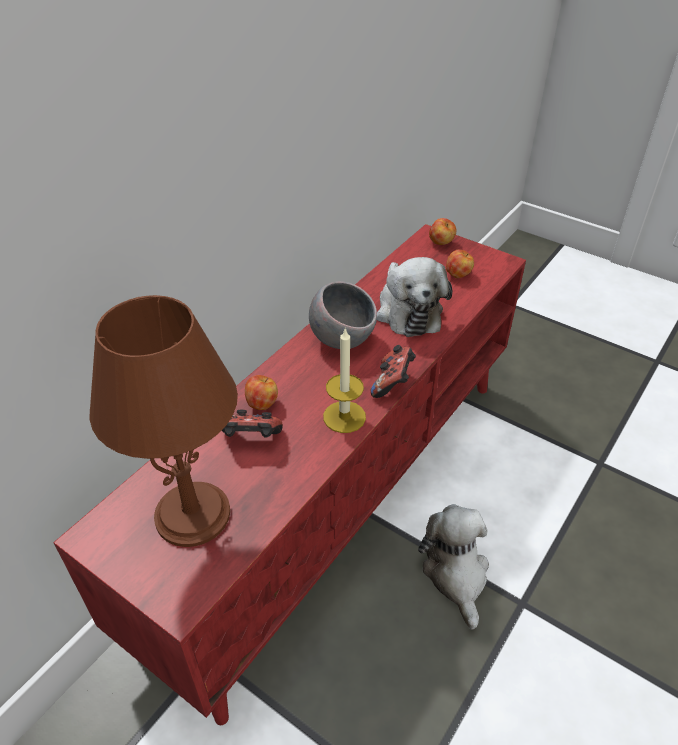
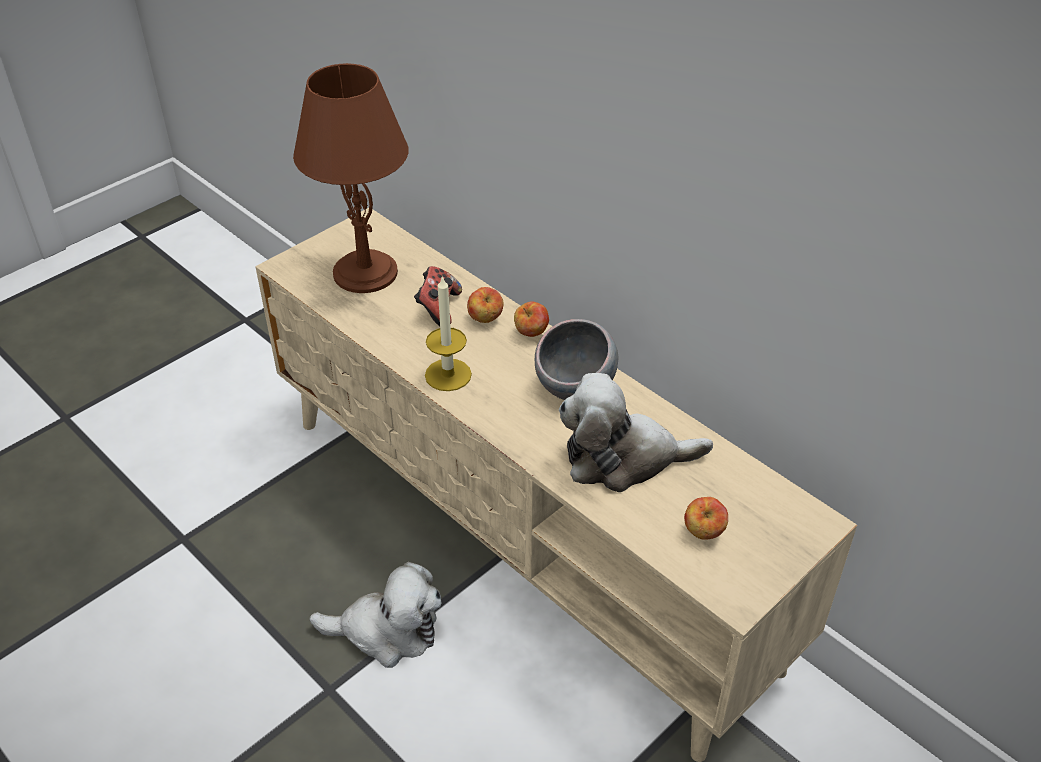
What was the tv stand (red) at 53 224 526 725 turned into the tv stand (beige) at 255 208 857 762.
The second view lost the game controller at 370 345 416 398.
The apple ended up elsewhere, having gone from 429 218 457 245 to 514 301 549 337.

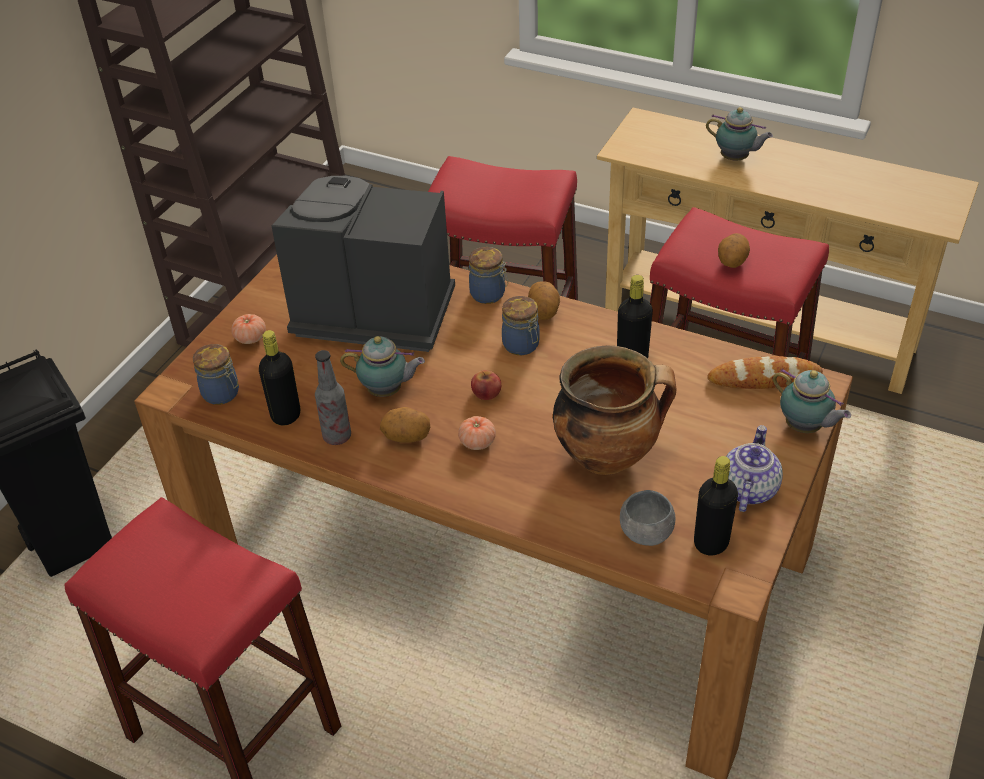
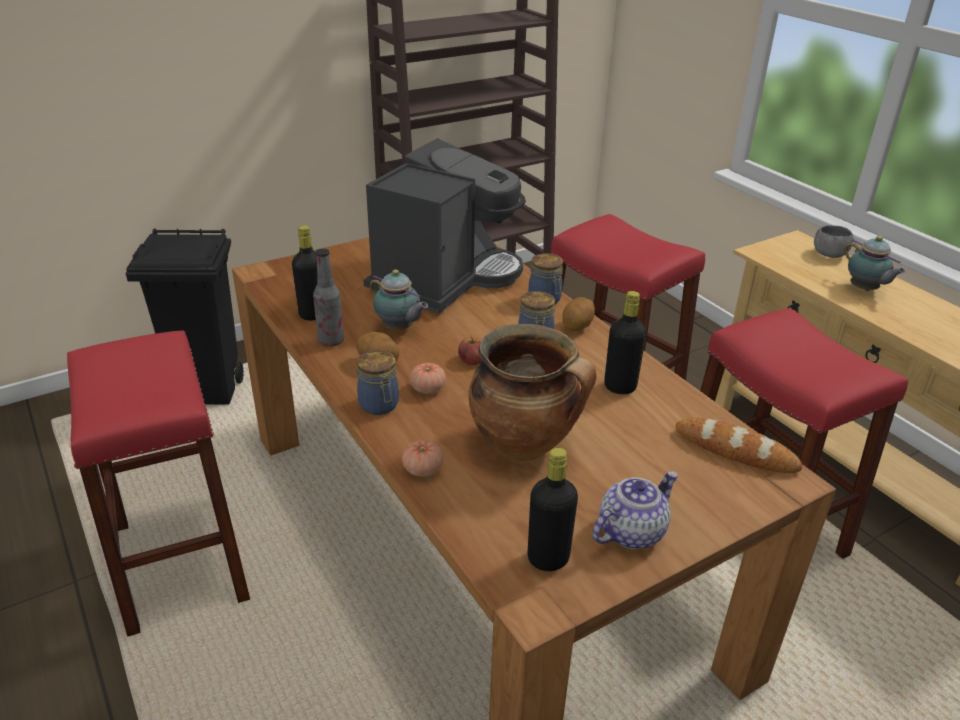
The jar ended up elsewhere, having gone from 193 344 239 405 to 357 350 399 415.
The tomato ended up elsewhere, having gone from 231 314 266 344 to 402 440 443 477.
The coffee machine at 272 176 455 352 ended up facing another way, 75 degrees clockwise from before.
The bowl (grey) ended up elsewhere, having gone from 620 490 675 546 to 814 225 853 258.
The second view lost the potato at 718 233 750 268.
The second view lost the teapot at 773 368 851 433.

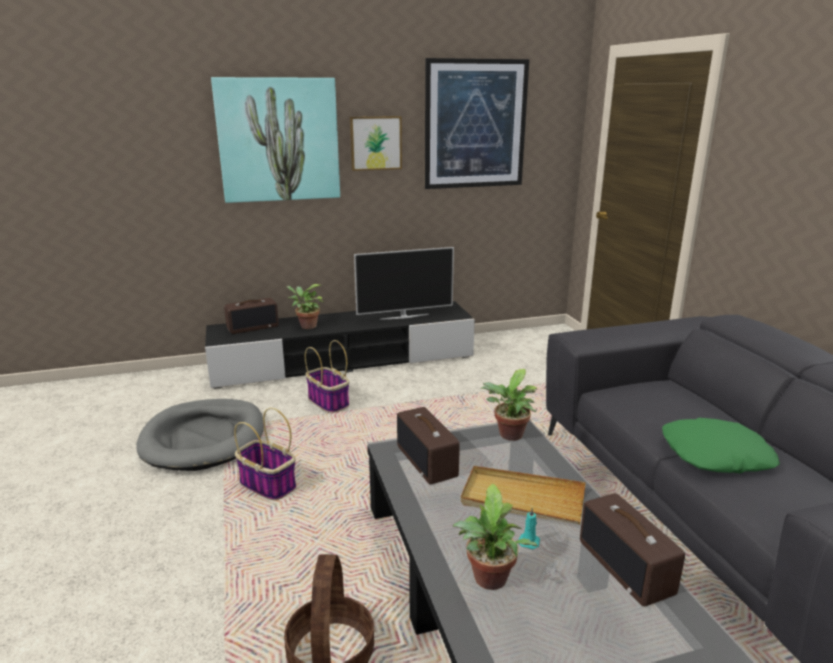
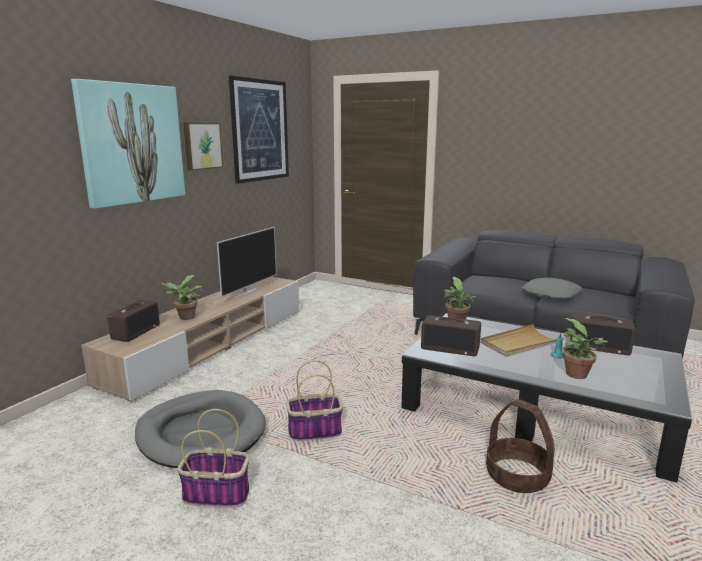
What was the tv stand (black) at 205 301 475 389 turned into the tv stand (beige) at 81 277 299 402.
The basket ended up elsewhere, having gone from 305 340 349 413 to 177 409 249 508.
What was the pillow (green) at 662 418 780 473 turned into the pillow (grey) at 522 278 582 300.

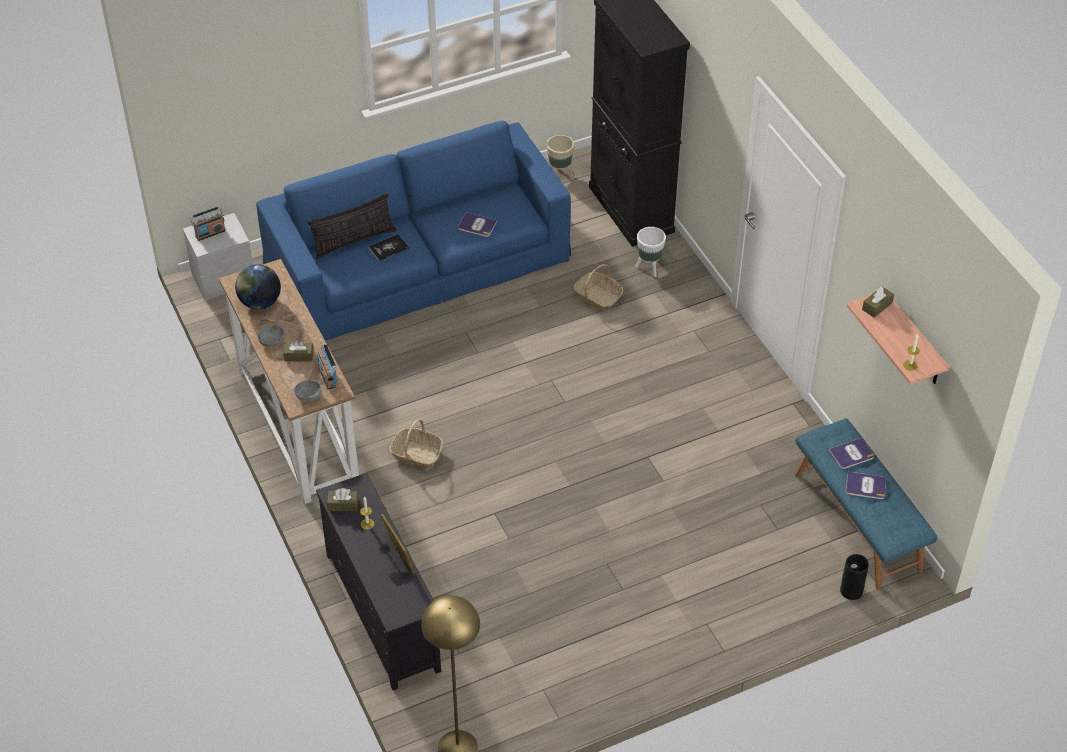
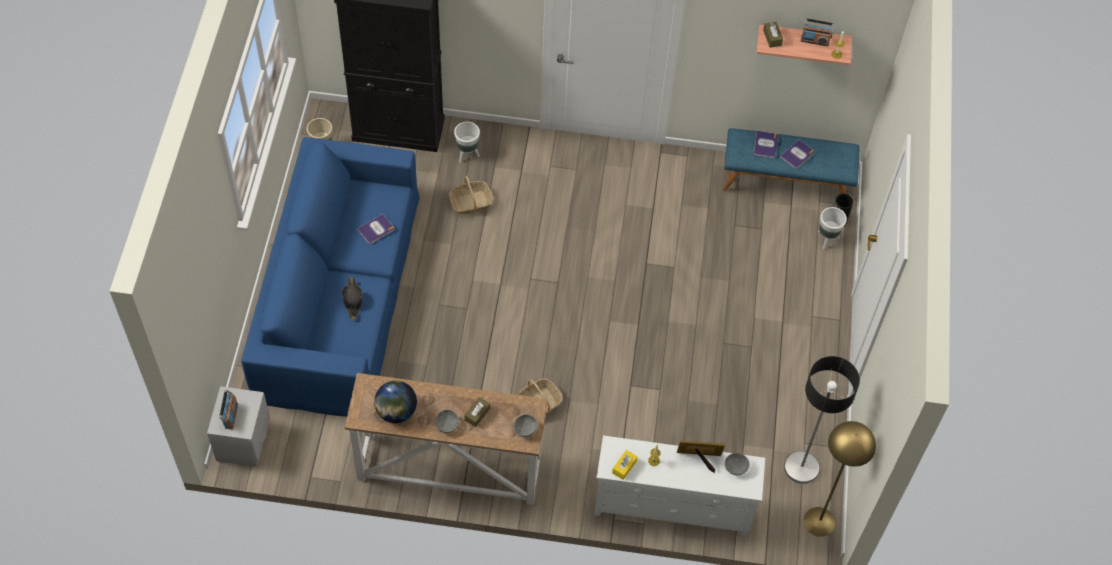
The second view lost the pillow at 308 193 397 259.
What was the tv stand (black) at 316 472 441 690 turned into the tv stand (white) at 595 435 765 537.
The radio ended up elsewhere, having gone from 317 343 337 389 to 801 18 835 46.
What was the tissue box (brown) at 327 488 358 511 turned into the tissue box (yellow) at 612 450 637 480.
Where the book stood at 368 234 409 261, the hat (black) came to stand at 342 277 363 320.
The second view gained the bowl (grey) at 725 453 750 475.
The second view gained the floor lamp at 784 356 860 484.
The second view gained the planter (white) at 818 207 847 249.

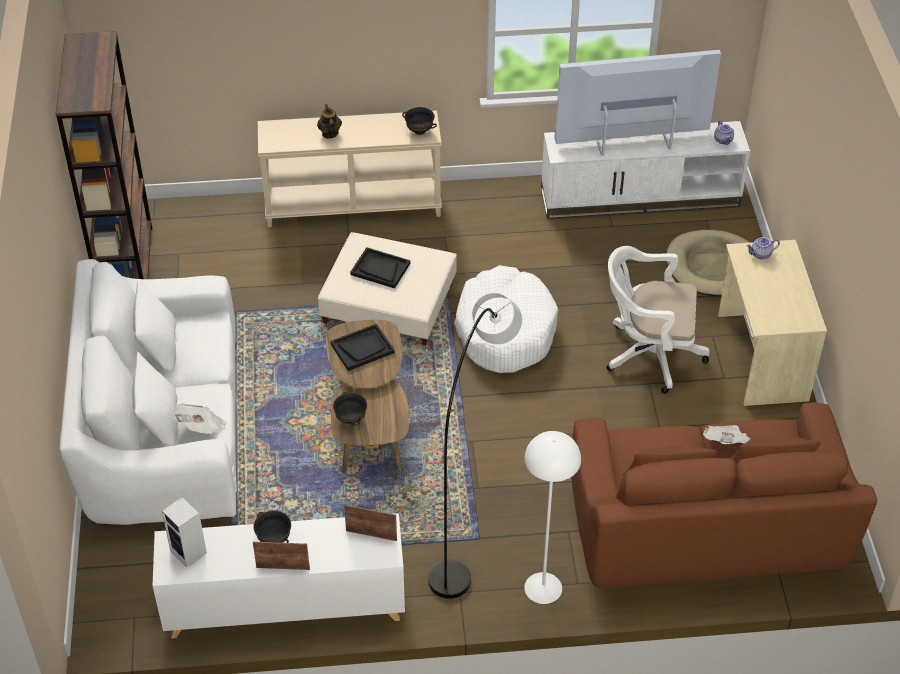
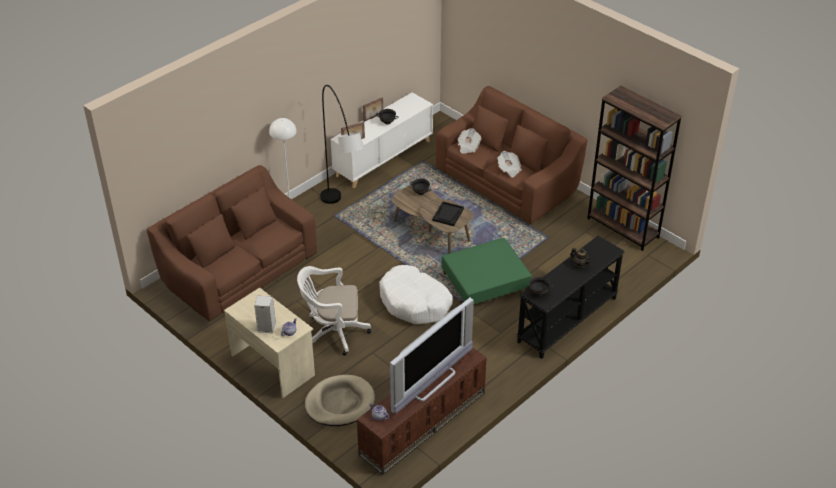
What was the sofa (white) at 59 259 237 526 turned into the sofa (brown) at 436 86 587 224.
The speaker ended up elsewhere, having gone from 162 497 207 567 to 254 295 276 334.
What was the console table (beige) at 257 111 442 227 turned into the console table (black) at 517 236 624 359.
What was the ottoman (beige) at 318 232 457 346 turned into the ottoman (green) at 442 238 532 304.
The second view lost the tray (black) at 350 247 410 289.
What was the tv stand (white) at 541 121 750 219 turned into the tv stand (brown) at 357 348 487 475.
The office chair (white) at 607 246 709 394 ended up facing another way, 150 degrees counterclockwise from before.
The newspaper ended up elsewhere, having gone from 703 425 750 444 to 497 151 522 177.

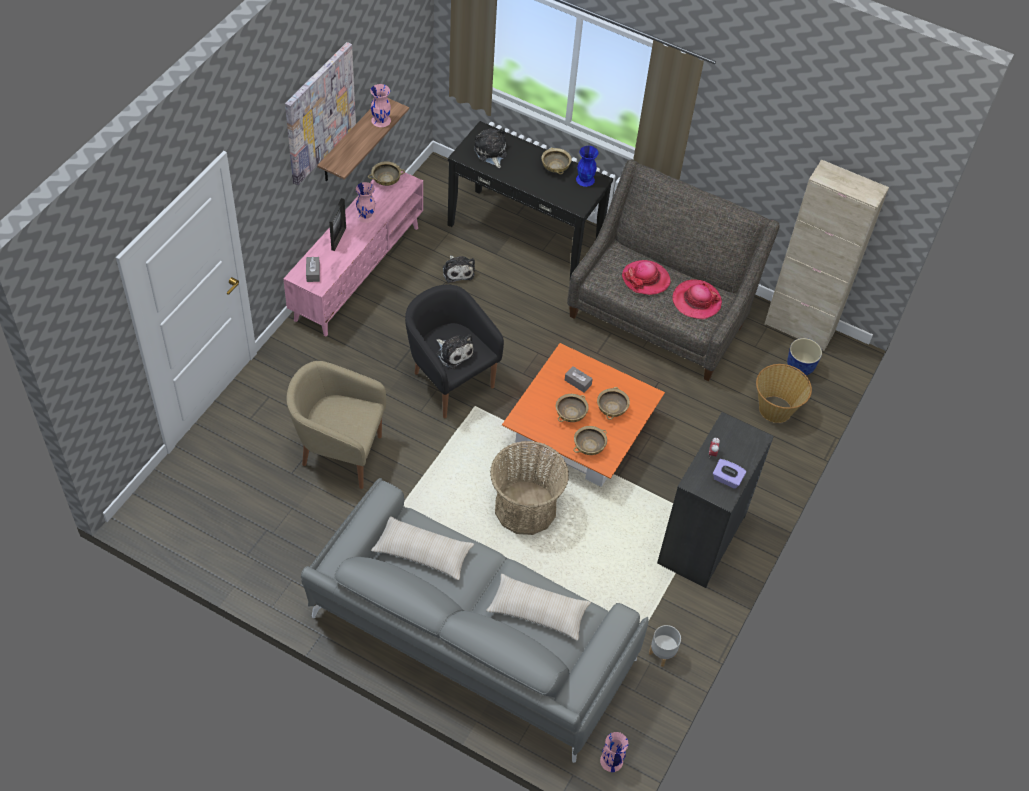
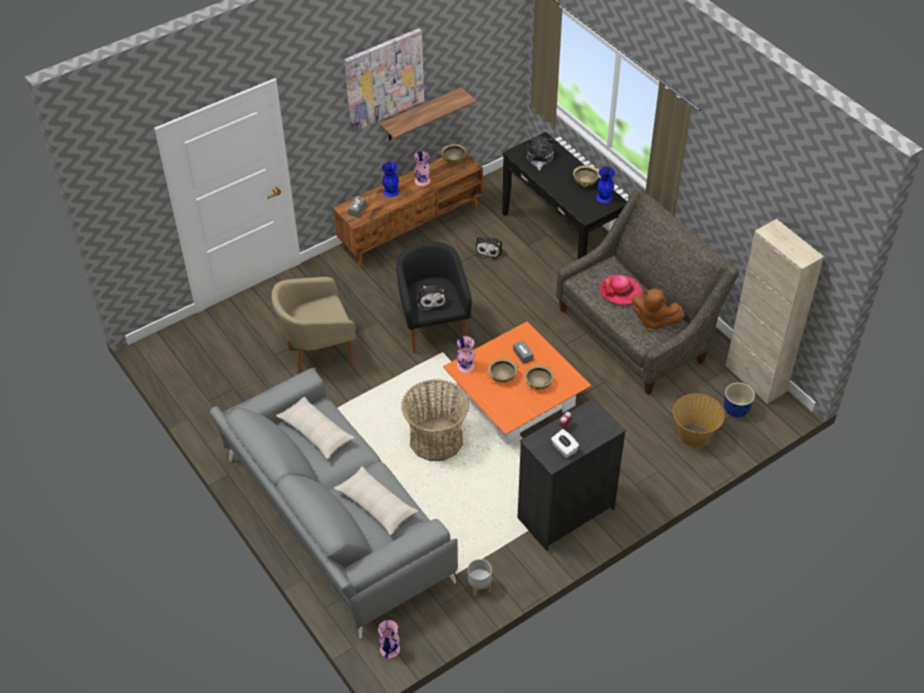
What was the tv stand (pink) at 283 171 423 336 turned into the tv stand (brown) at 333 153 483 267.
The armchair (beige) at 286 361 386 489 ended up facing another way, 60 degrees counterclockwise from before.
Where the picture frame stood at 329 198 346 251, the vase (blue) came to stand at 382 162 399 197.
The vase (pink) ended up elsewhere, having gone from 370 84 391 127 to 457 336 475 373.
The second view lost the bowl (beige) at 573 426 607 455.
Where the hat stood at 672 279 722 320, the plush toy (brown) came to stand at 632 288 685 331.
What was the tissue box (purple) at 713 459 746 489 turned into the tissue box (white) at 551 429 579 458.

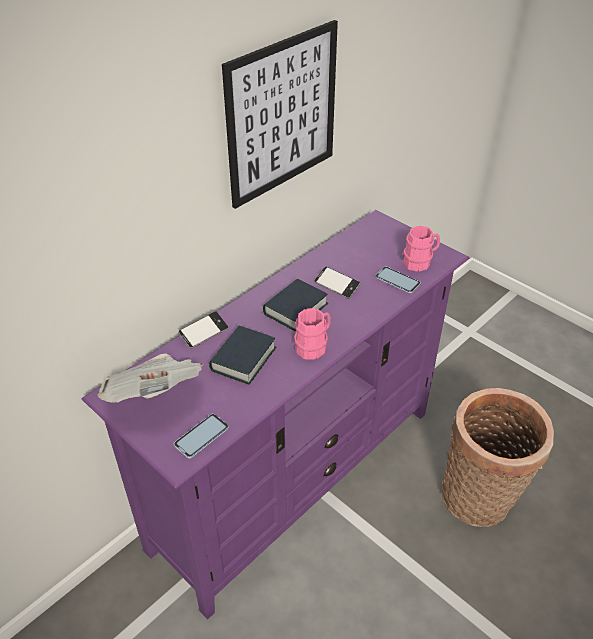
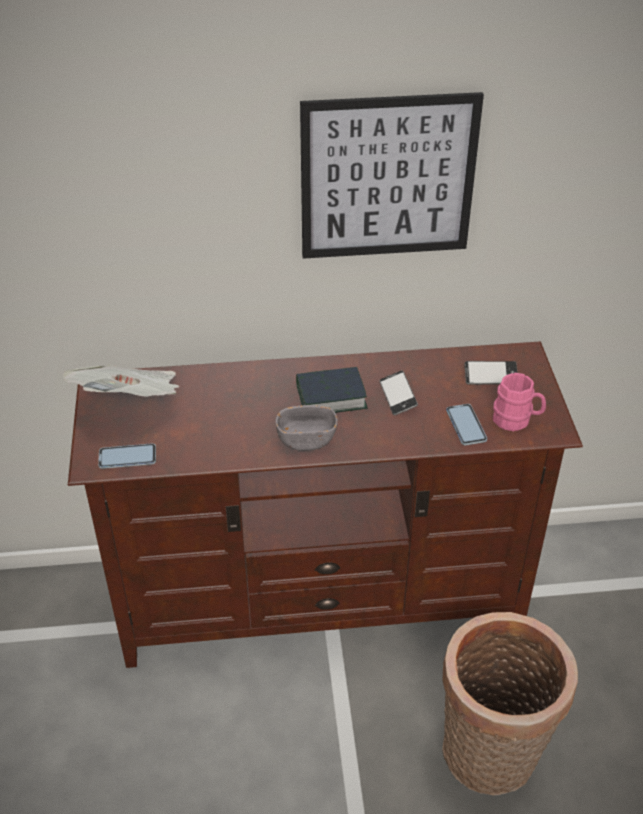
What was the tv stand (purple) at 82 210 469 619 turned into the tv stand (brown) at 68 341 583 668.
The phone ended up elsewhere, having gone from 178 311 228 348 to 465 361 517 385.
The second view lost the book at 209 326 277 384.
Where the mug (pink) stood at 294 308 331 360, the bowl (grey) came to stand at 276 405 338 451.

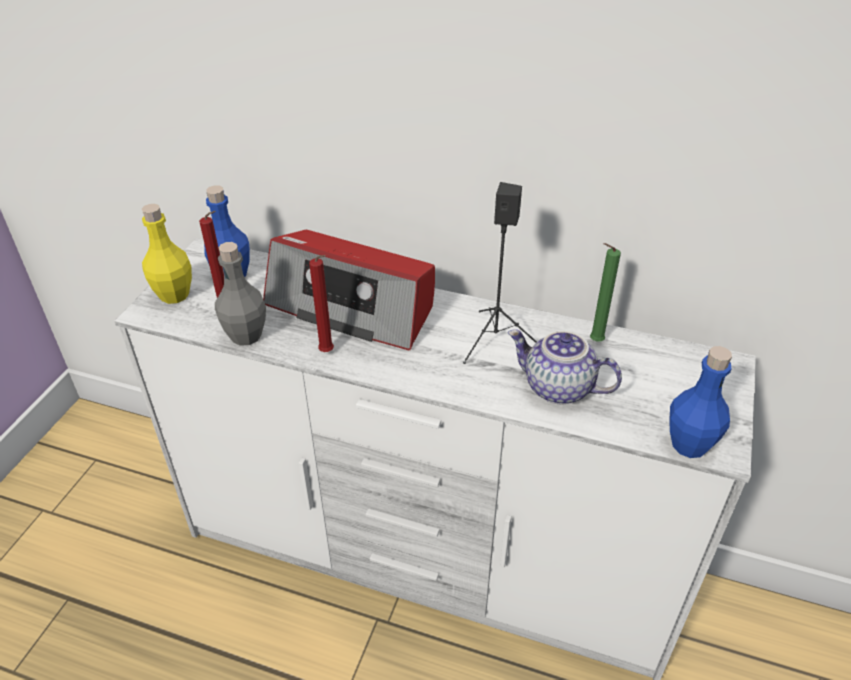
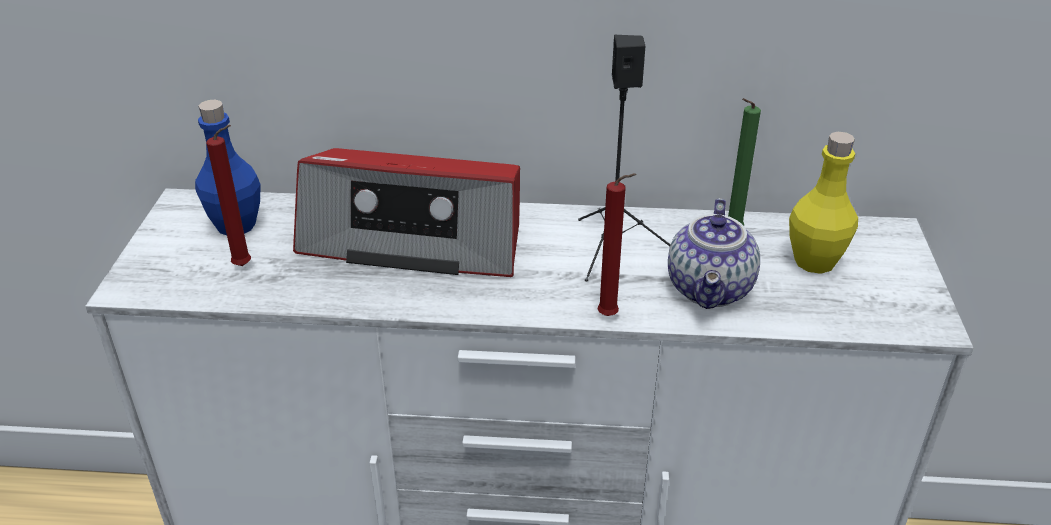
The bottle (yellow) ended up elsewhere, having gone from 142 204 192 304 to 789 132 858 274.
The second view lost the bottle (grey) at 215 242 266 346.
The candle (red) ended up elsewhere, having gone from 309 255 334 352 to 598 173 637 316.
The teapot at 508 329 622 404 ended up facing another way, 90 degrees counterclockwise from before.
The second view lost the bottle (blue) at 669 346 732 458.

